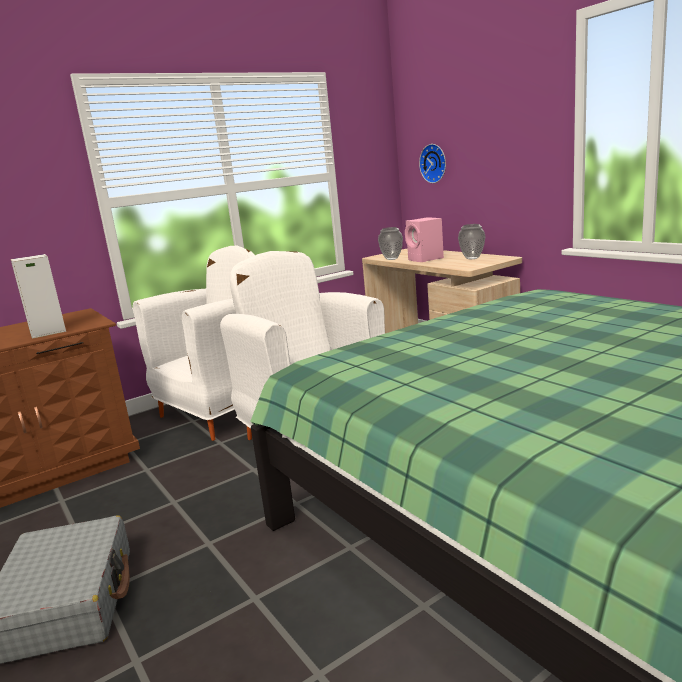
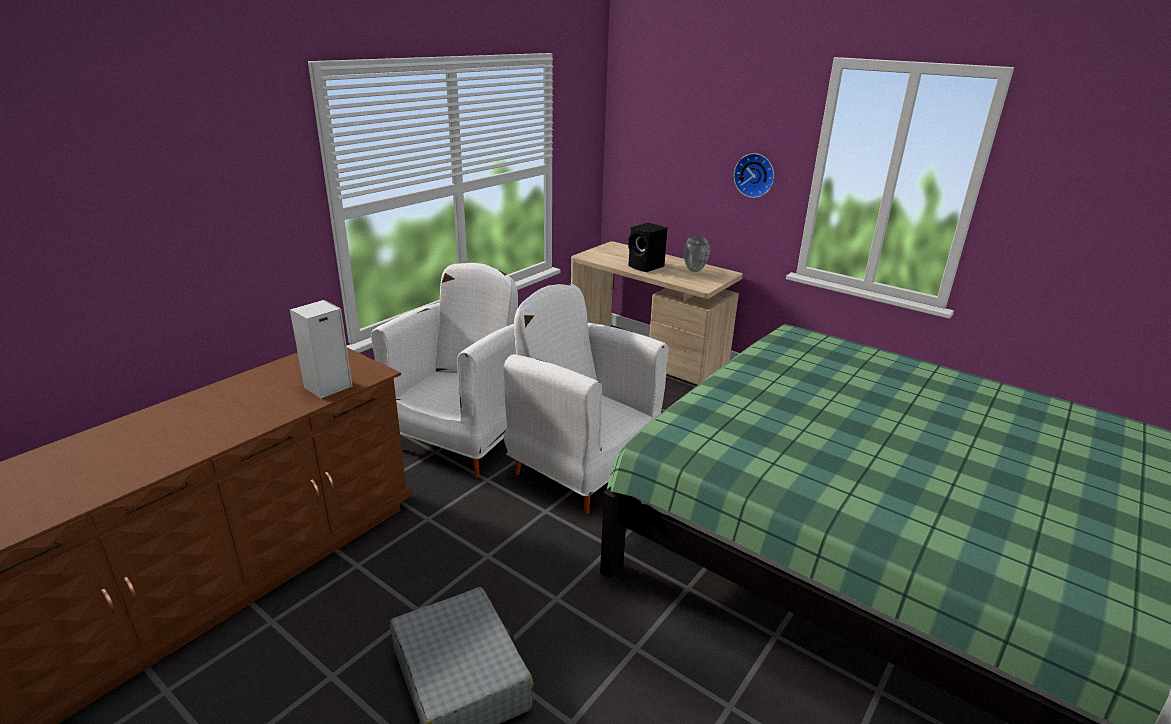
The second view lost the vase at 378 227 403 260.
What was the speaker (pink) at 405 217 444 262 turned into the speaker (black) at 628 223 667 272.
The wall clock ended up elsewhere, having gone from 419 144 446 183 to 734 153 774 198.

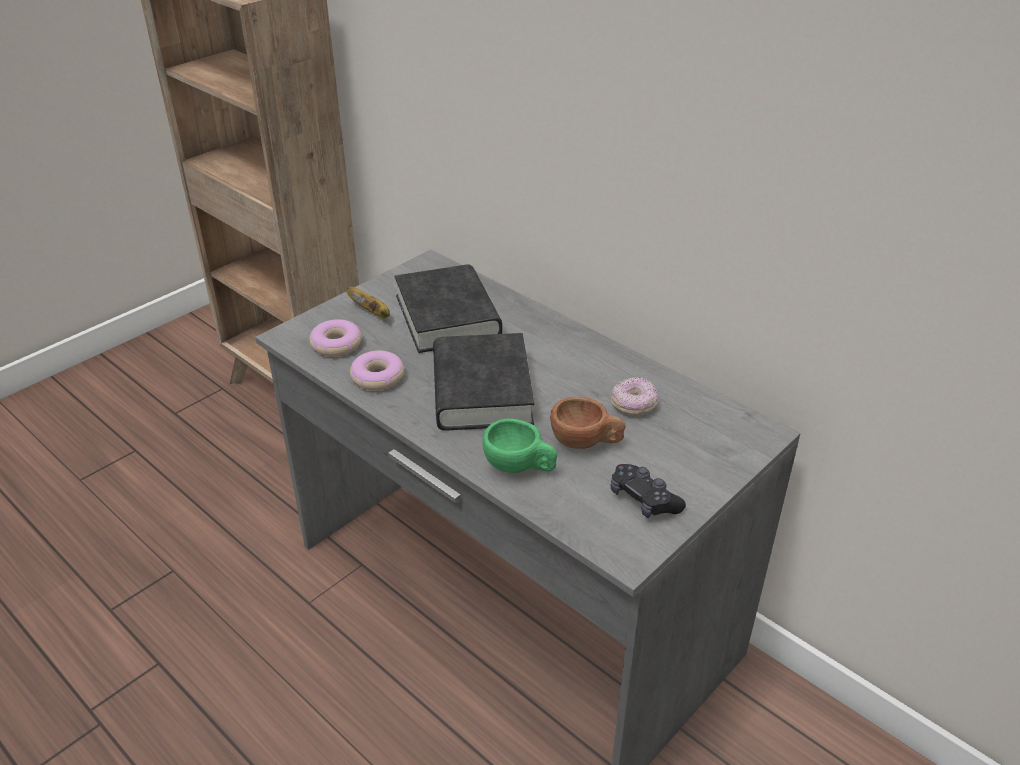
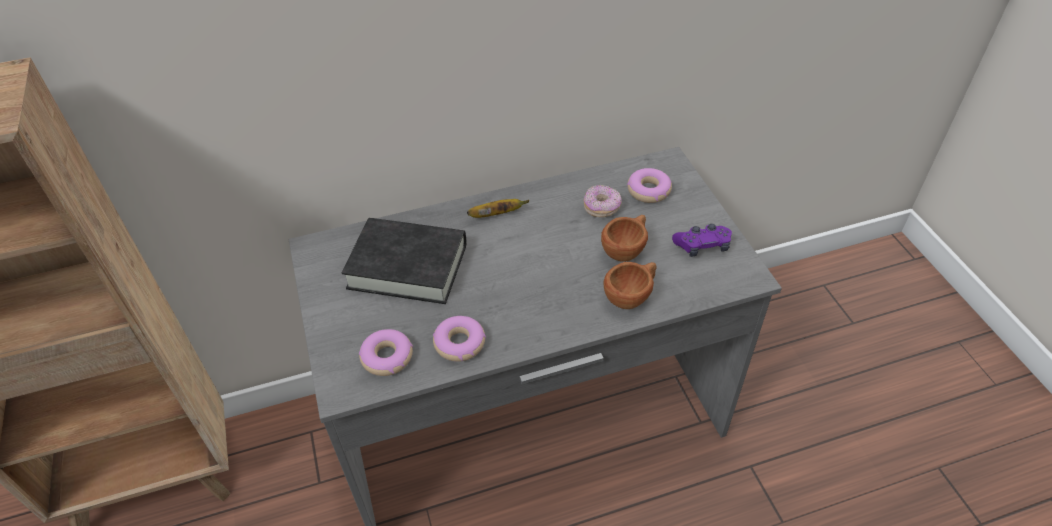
The banana ended up elsewhere, having gone from 346 287 390 319 to 467 199 529 218.
The second view lost the book (black) at 433 333 534 431.
What was the cup (green) at 482 418 558 473 turned into the cup (brown) at 603 262 656 309.
What was the game controller (black) at 611 464 686 518 turned into the game controller (purple) at 672 224 732 257.
The second view gained the donut at 627 168 672 203.

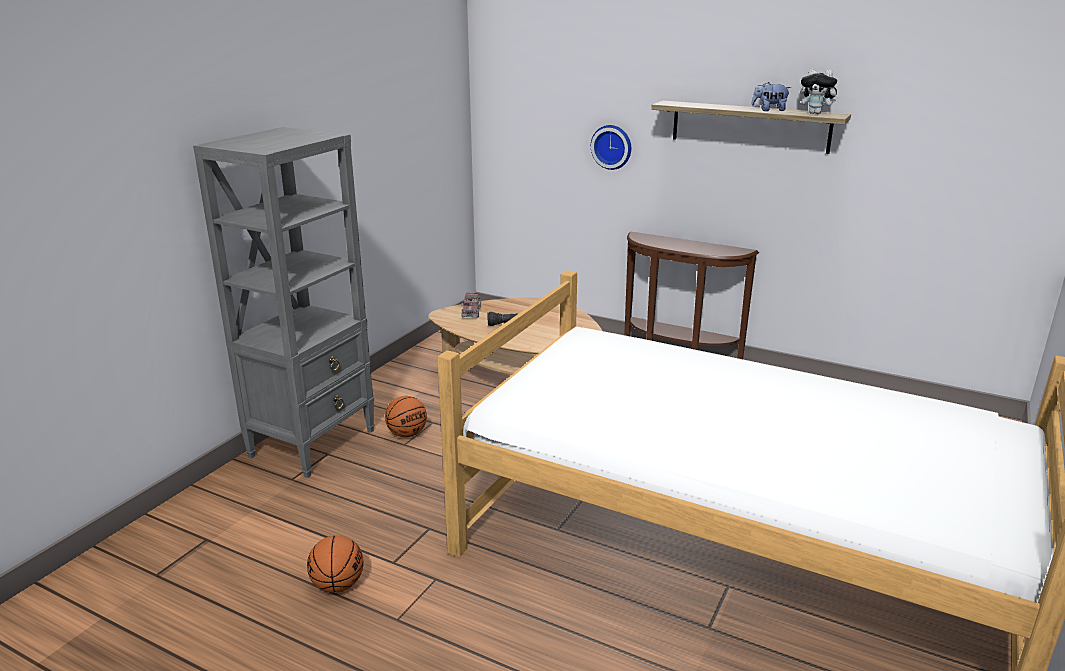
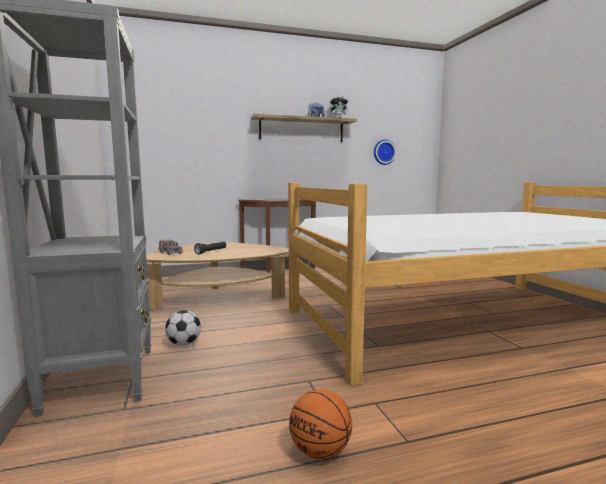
Where the basketball stood at 385 396 427 437, the football came to stand at 165 310 201 346.
The wall clock ended up elsewhere, having gone from 591 125 631 170 to 374 140 396 165.

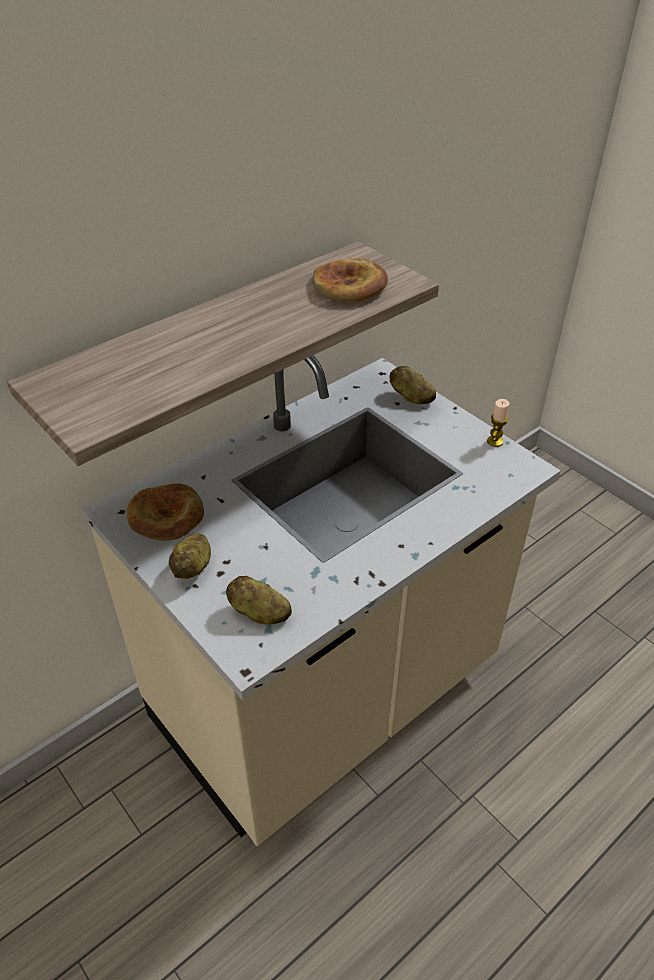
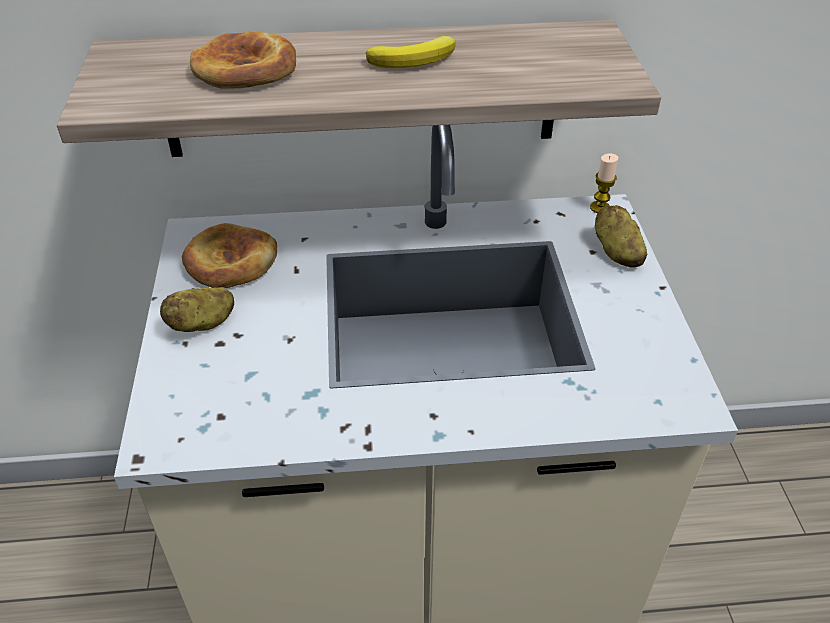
The second view lost the potato at 226 576 292 625.
The bread ended up elsewhere, having gone from 313 258 388 303 to 190 31 296 89.
The candle ended up elsewhere, having gone from 487 399 509 447 to 590 153 619 213.
The second view gained the banana at 366 36 456 68.

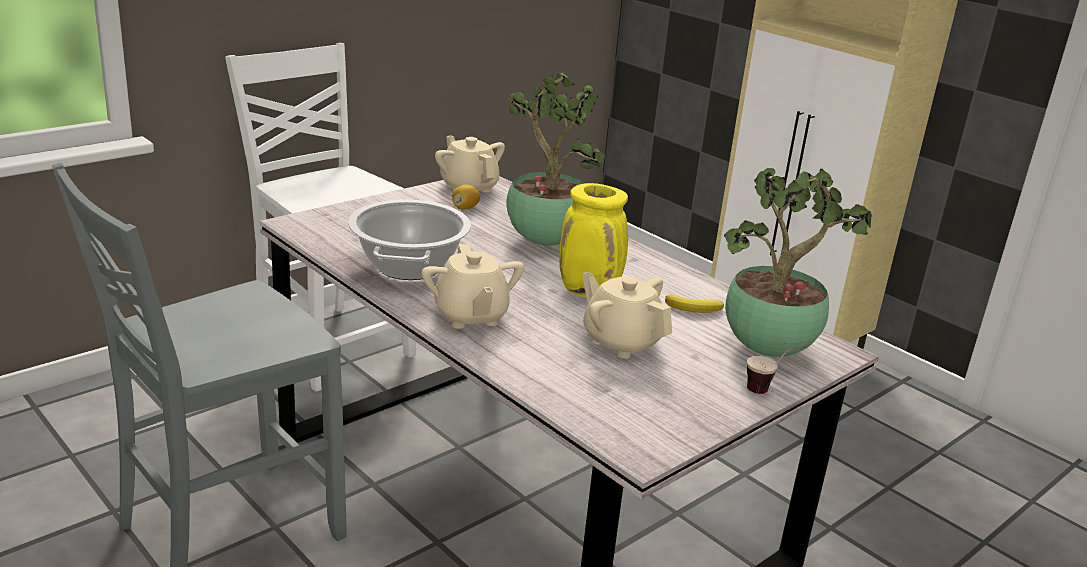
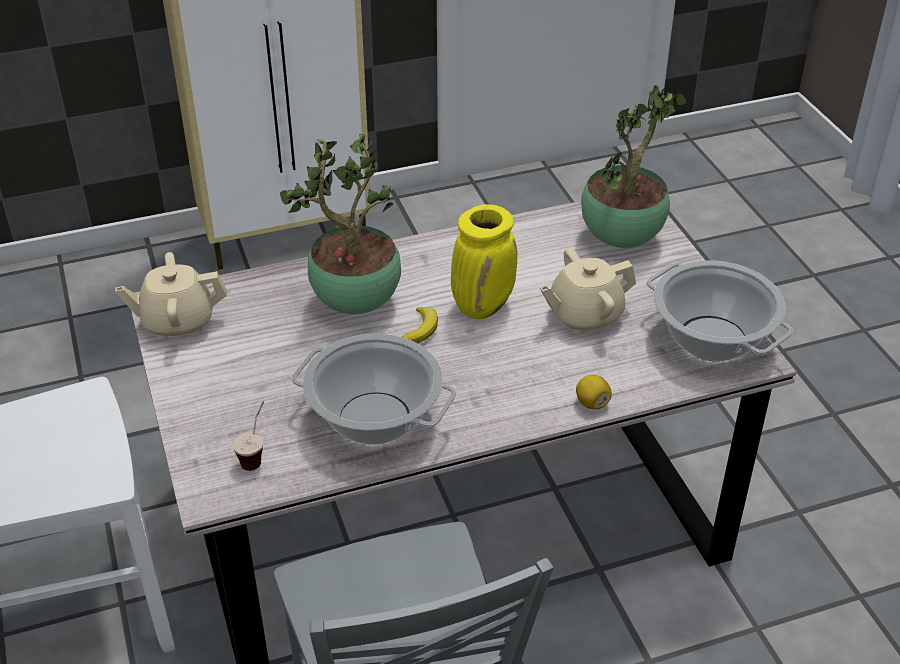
The second view lost the teapot (beige) at 422 244 524 329.
The lemon ended up elsewhere, having gone from 452 185 480 210 to 576 375 612 409.
The banana ended up elsewhere, having gone from 665 294 724 313 to 401 307 438 343.
The cup ended up elsewhere, having gone from 747 346 806 394 to 233 402 264 471.
The second view gained the cooking pot at 647 260 793 361.

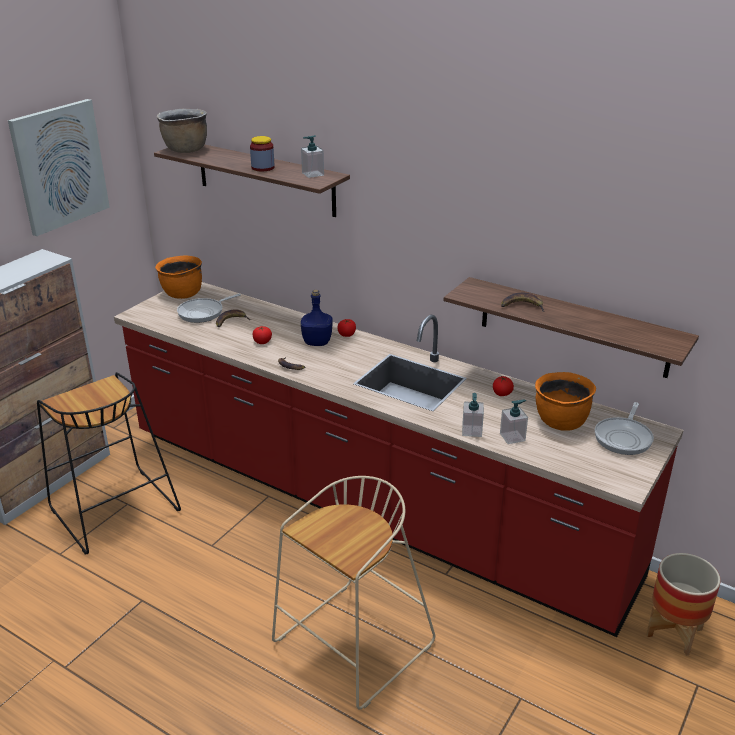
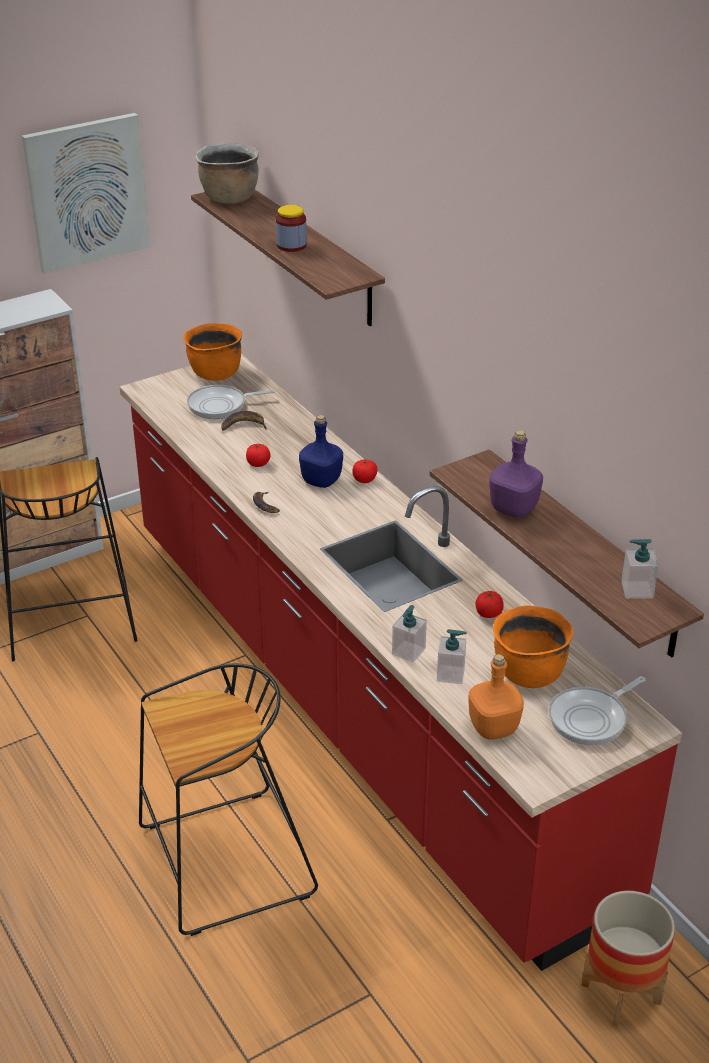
What was the stool (beige) at 272 476 435 709 turned into the stool (black) at 139 664 318 936.
The soap dispenser ended up elsewhere, having gone from 301 135 324 178 to 621 539 659 599.
Where the banana stood at 501 293 544 312, the bottle (purple) came to stand at 489 430 543 518.
The second view gained the bottle (orange) at 468 654 524 739.

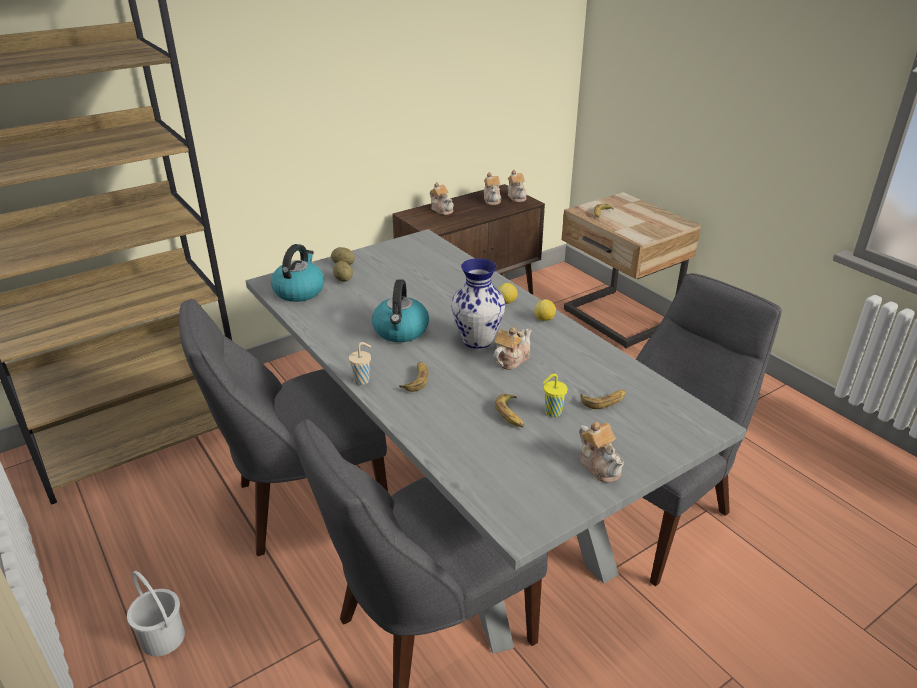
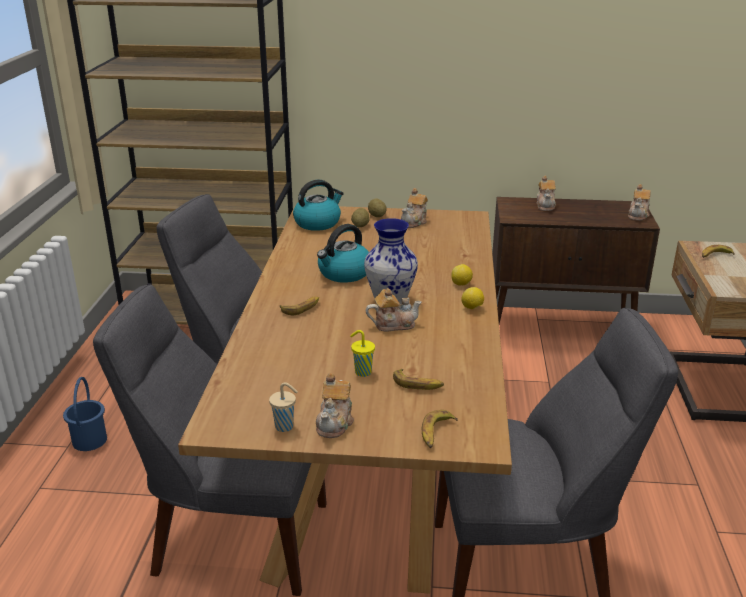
What was the bucket (white) at 127 571 185 656 turned into the bucket (blue) at 63 377 107 451.
What was the dining table (grey) at 246 229 746 654 turned into the dining table (brown) at 178 205 512 594.
The cup (beige) ended up elsewhere, having gone from 349 342 371 385 to 269 382 298 432.
The teapot ended up elsewhere, having gone from 484 172 501 205 to 401 188 428 228.
The banana ended up elsewhere, having gone from 495 394 524 427 to 422 410 458 448.

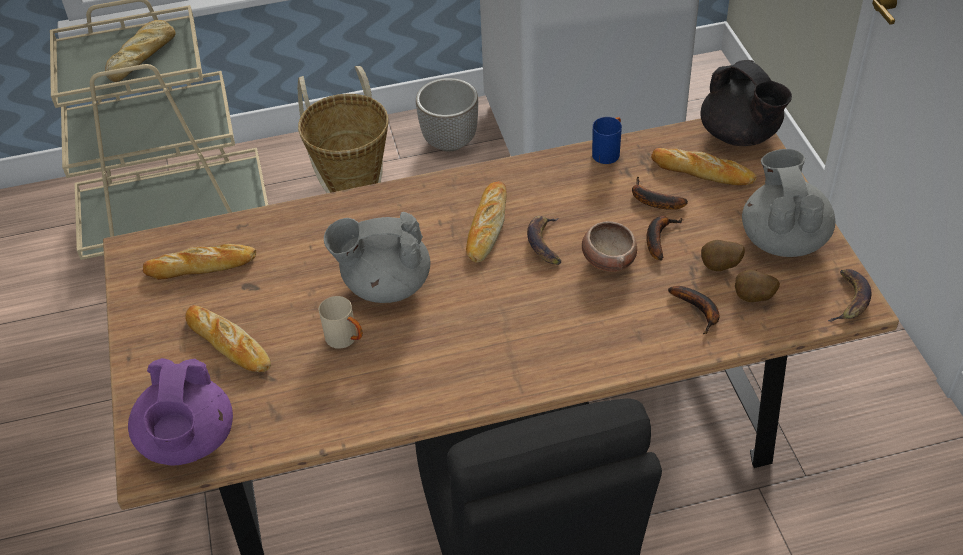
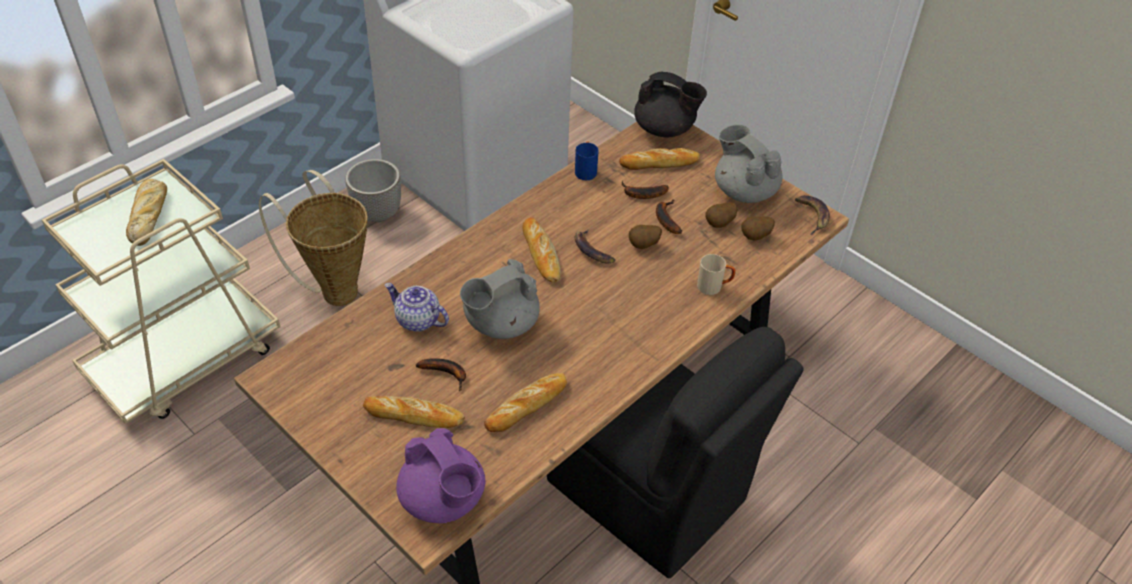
The bread ended up elsewhere, having gone from 143 244 256 280 to 484 373 567 432.
The mug (beige) ended up elsewhere, having gone from 319 296 363 349 to 697 254 736 295.
Where the bowl stood at 582 221 637 272, the potato came to stand at 629 225 662 249.
The banana ended up elsewhere, having gone from 668 286 719 334 to 416 358 466 391.
The second view gained the teapot at 385 283 449 332.

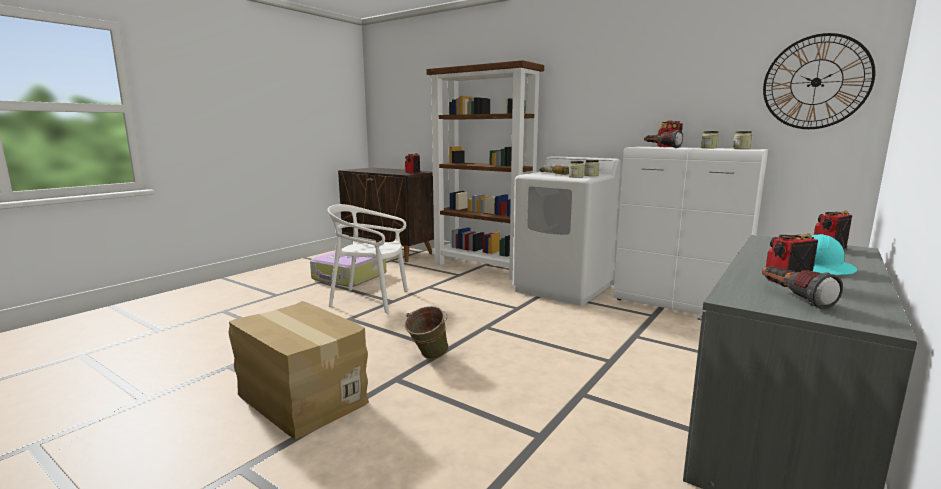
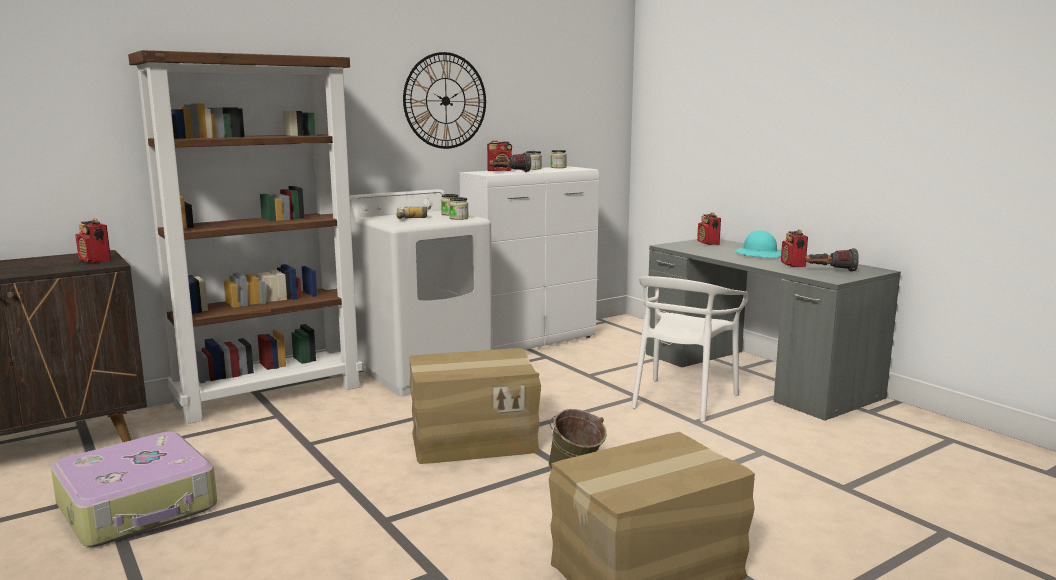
The chair (white) ended up elsewhere, having gone from 328 204 408 313 to 632 276 748 422.
The wall clock ended up elsewhere, having gone from 763 33 875 129 to 403 52 486 149.
The second view gained the cardboard box at 409 348 541 464.

